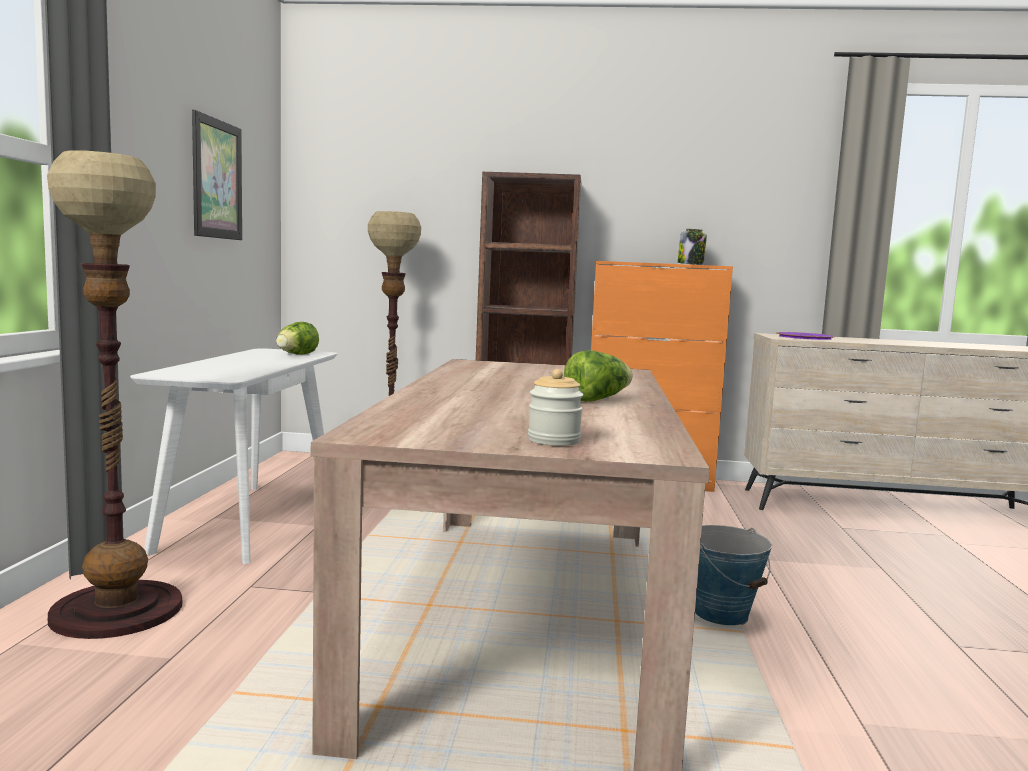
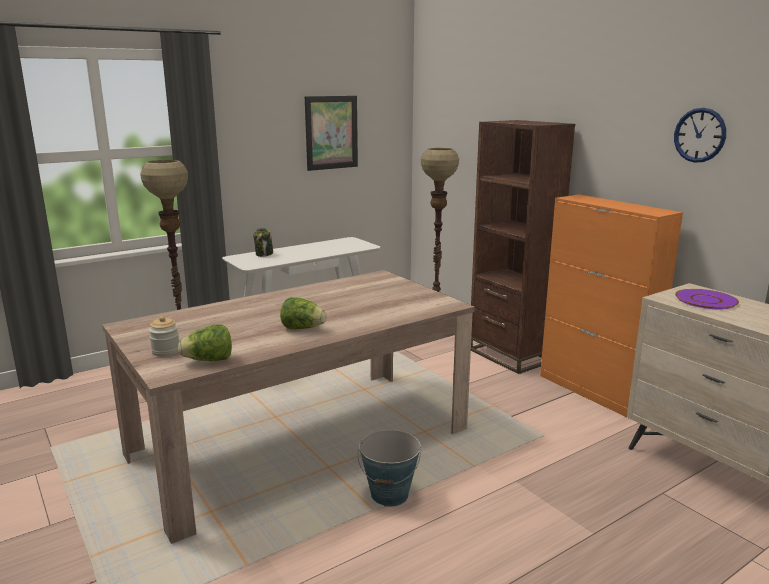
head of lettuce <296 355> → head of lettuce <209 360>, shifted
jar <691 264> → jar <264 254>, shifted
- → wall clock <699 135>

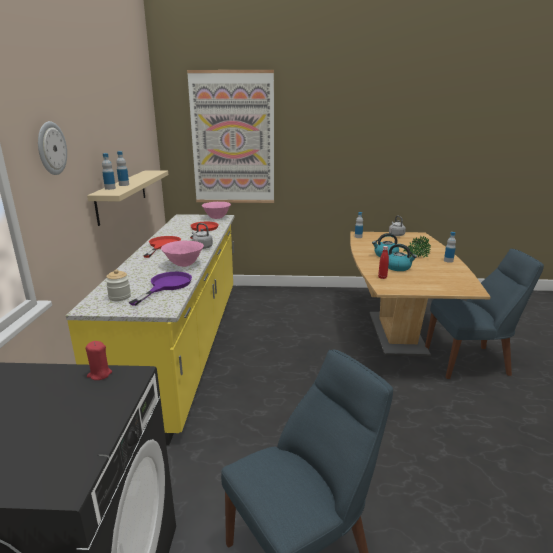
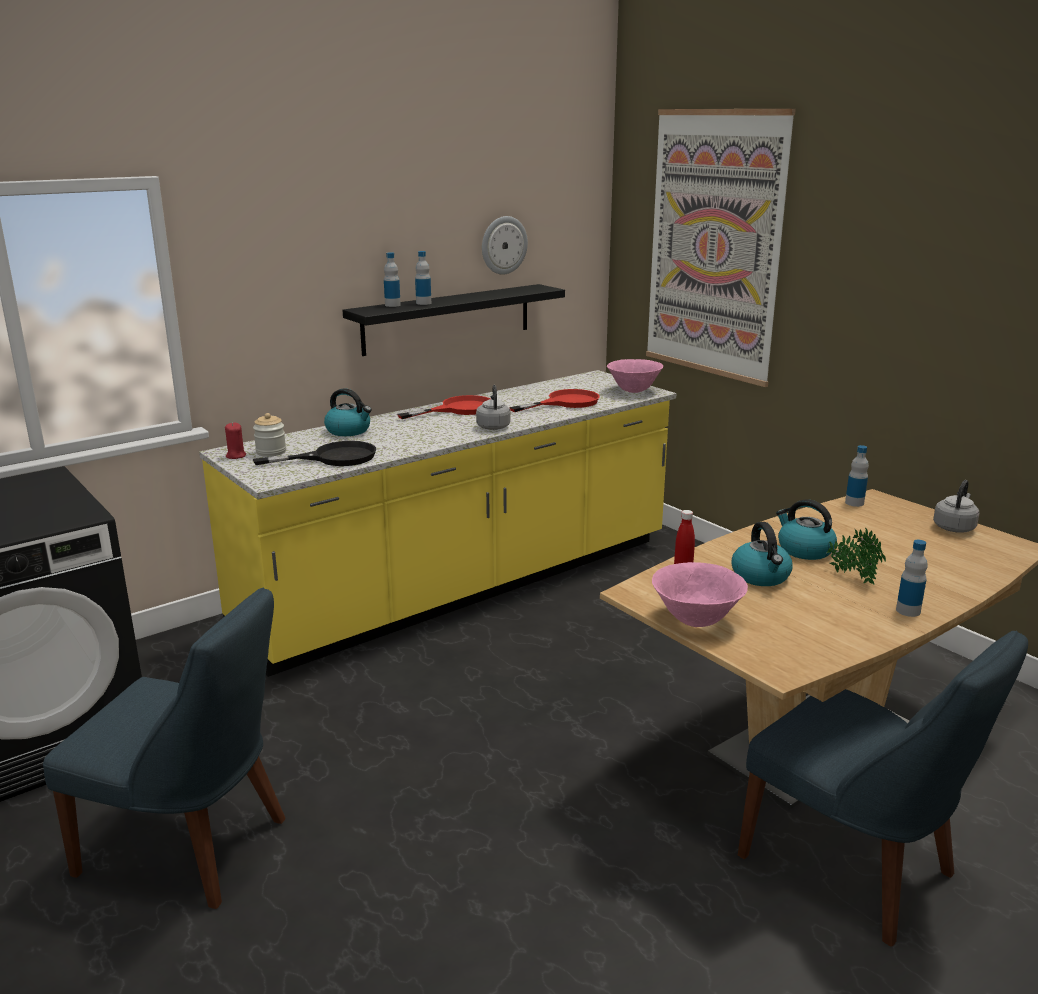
candle in red-coloured <99 374> → candle in red-coloured <235 456>, shifted
frying pan in purplish <166 286> → frying pan in black-coloured <333 458>
- → water kettle <349 431>
wall shelf in beige <122 195> → wall shelf in black-coloured <448 319>
wall clock <51 148> → wall clock <503 245>, shifted
deep dish in pinkish <184 265> → deep dish in pinkish <696 620>, shifted

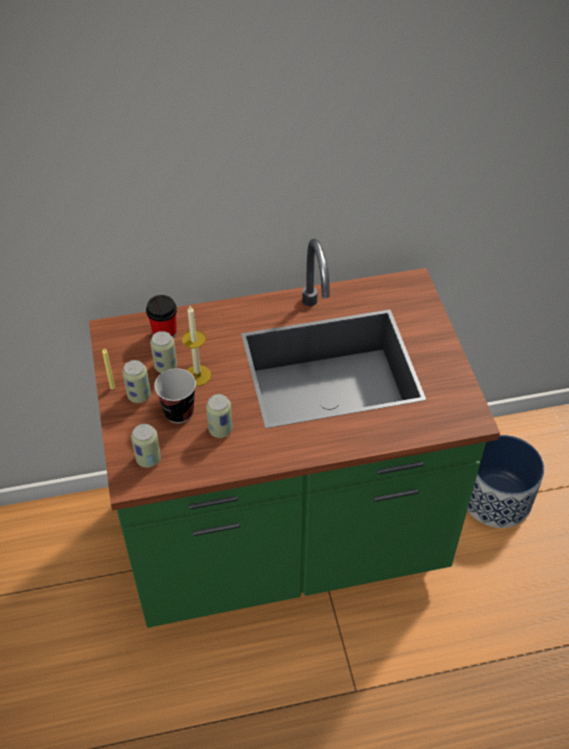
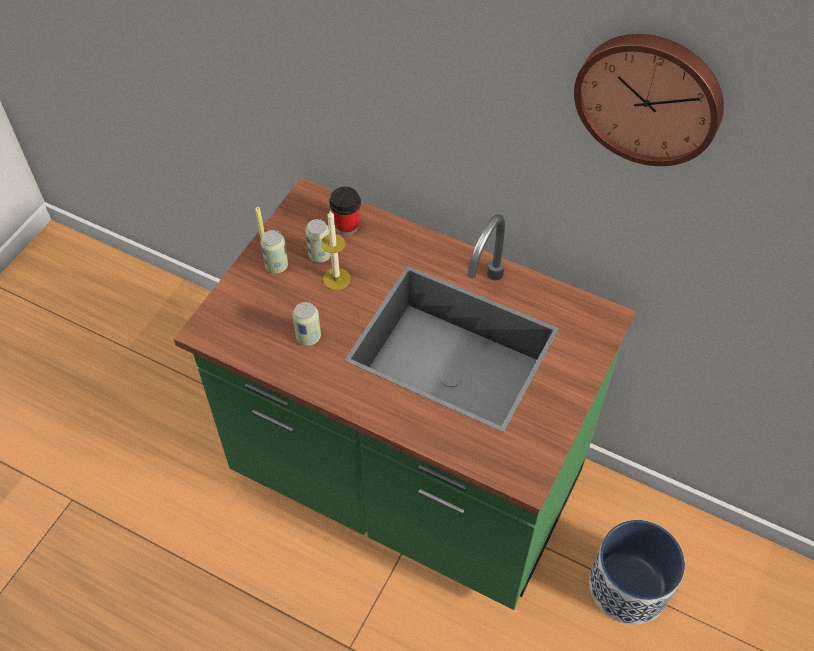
- → wall clock <650 97>
metal can <148 459> → -
cup <179 412> → -

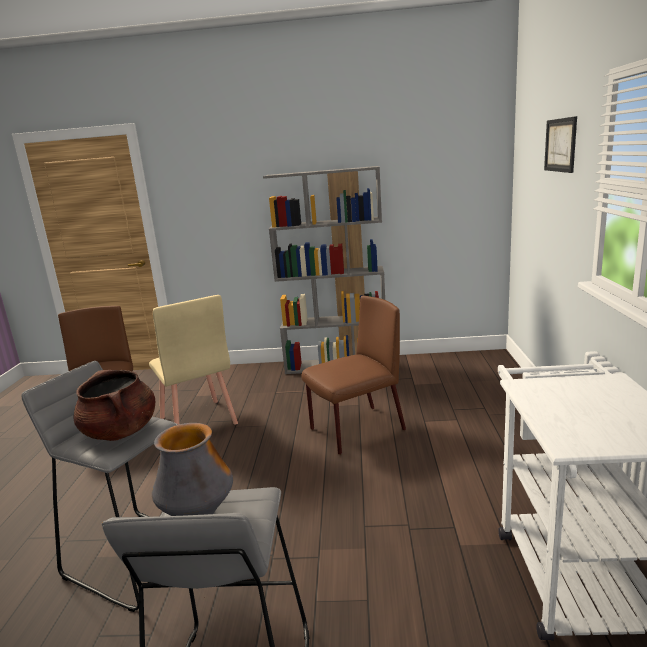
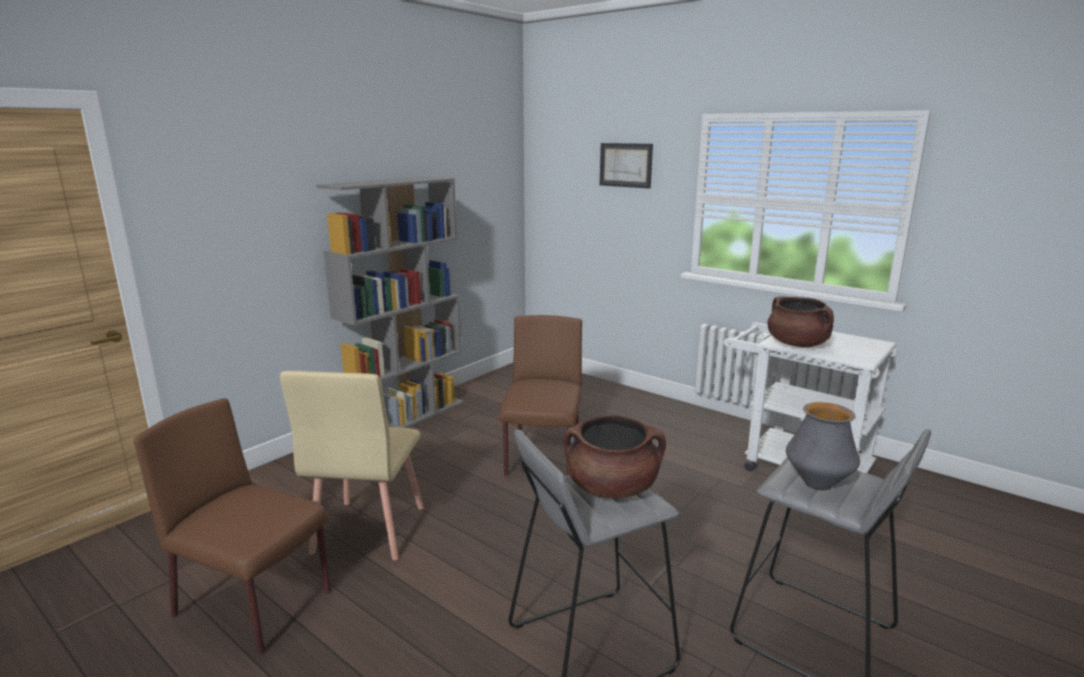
plain chair in beige <198 421> → plain chair in beige <368 529>, 90 degrees clockwise
- → cooking pot in brown-coloured <797 344>

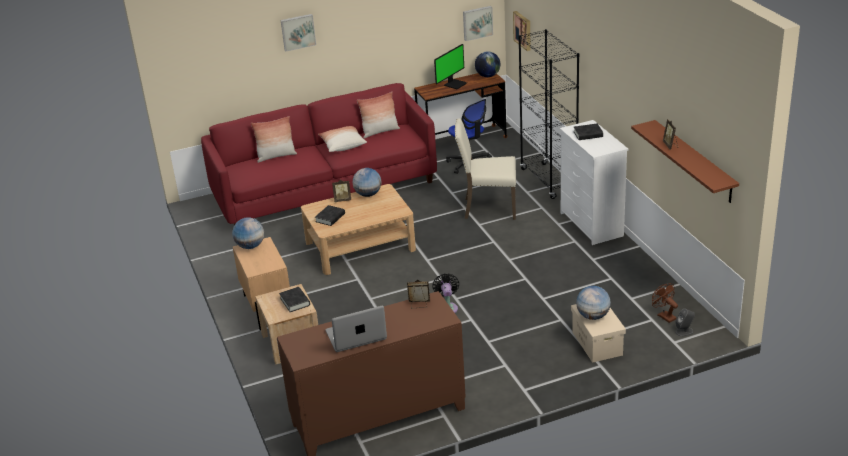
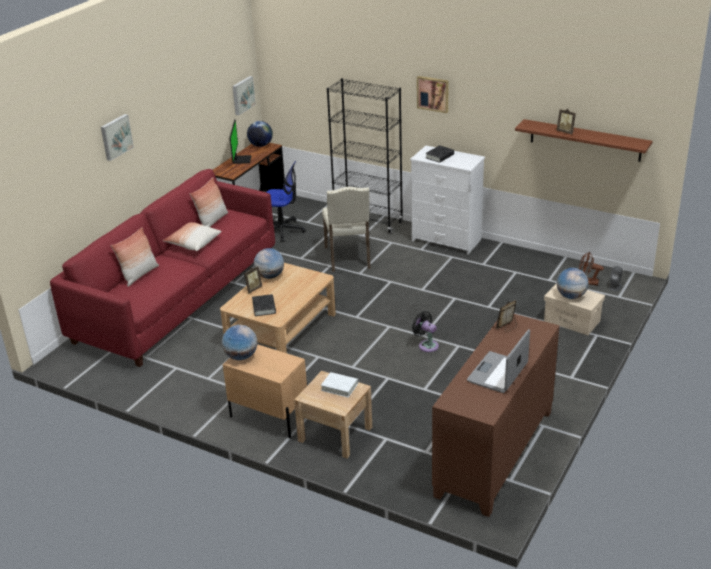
bound book in black-coloured <295 302> → bound book in white-coloured <339 387>
plain chair in beige <488 208> → plain chair in beige <349 258>, 60 degrees counterclockwise
picture <523 30> → picture <433 93>, shifted

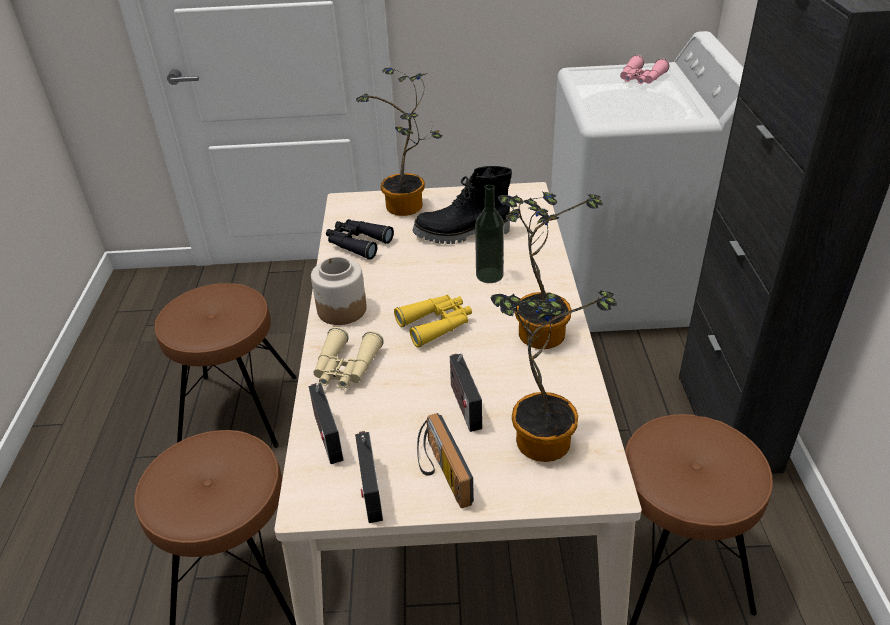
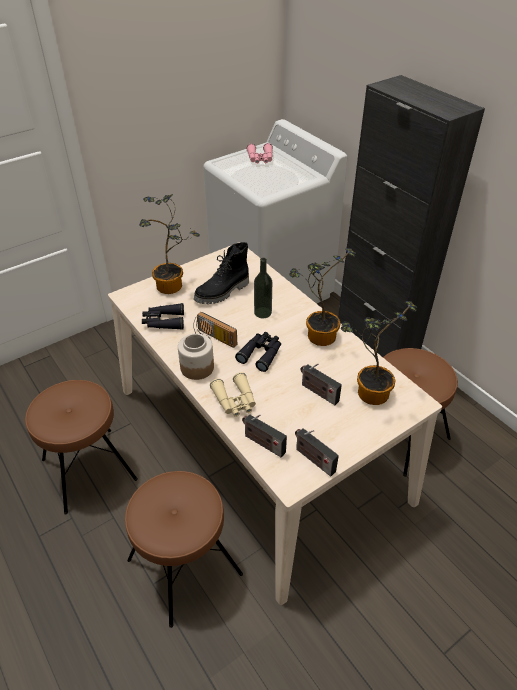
radio receiver <440 473> → radio receiver <213 339>, shifted
field glasses in yellowish <436 324> → field glasses in black-coloured <261 354>

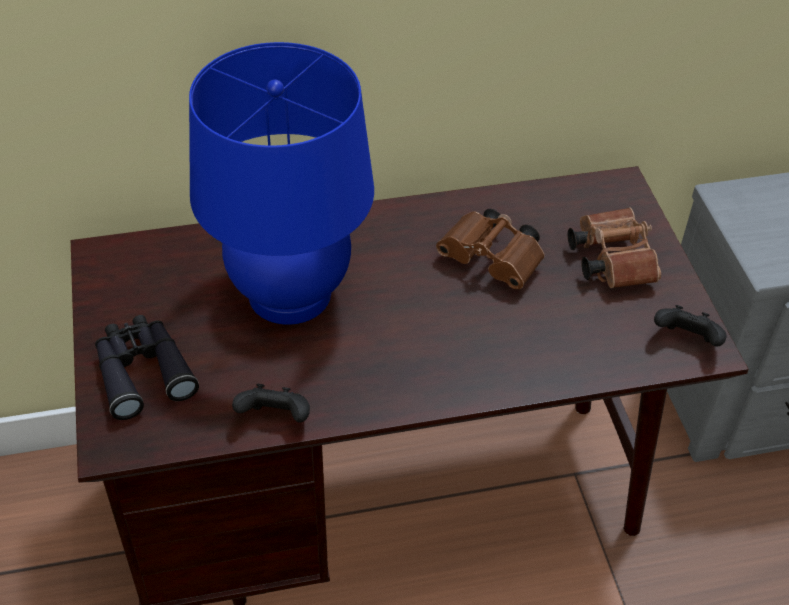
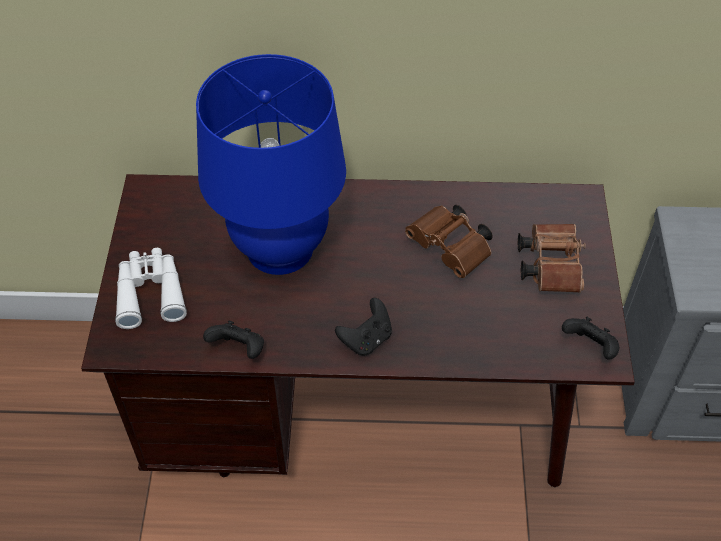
field glasses in black-coloured <142 371> → field glasses in white-coloured <150 292>
- → joypad in black-coloured <366 339>

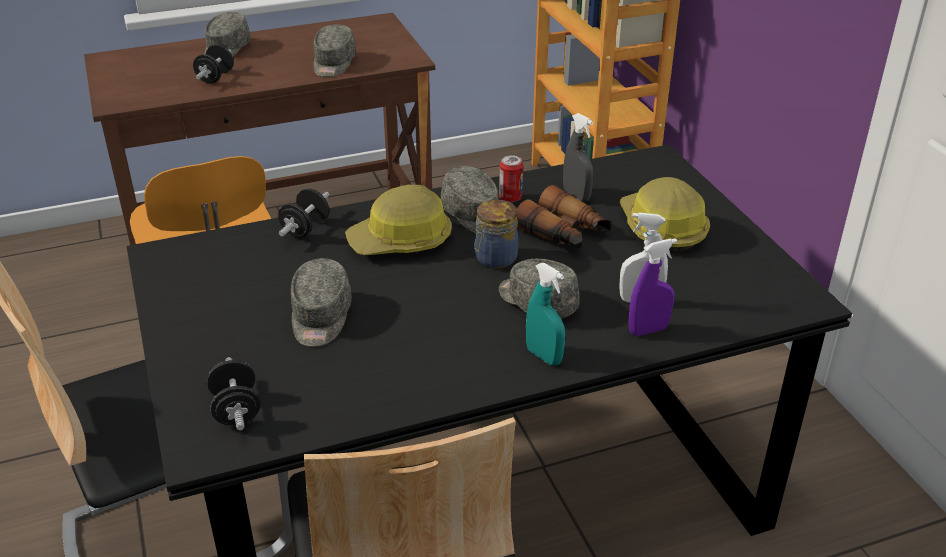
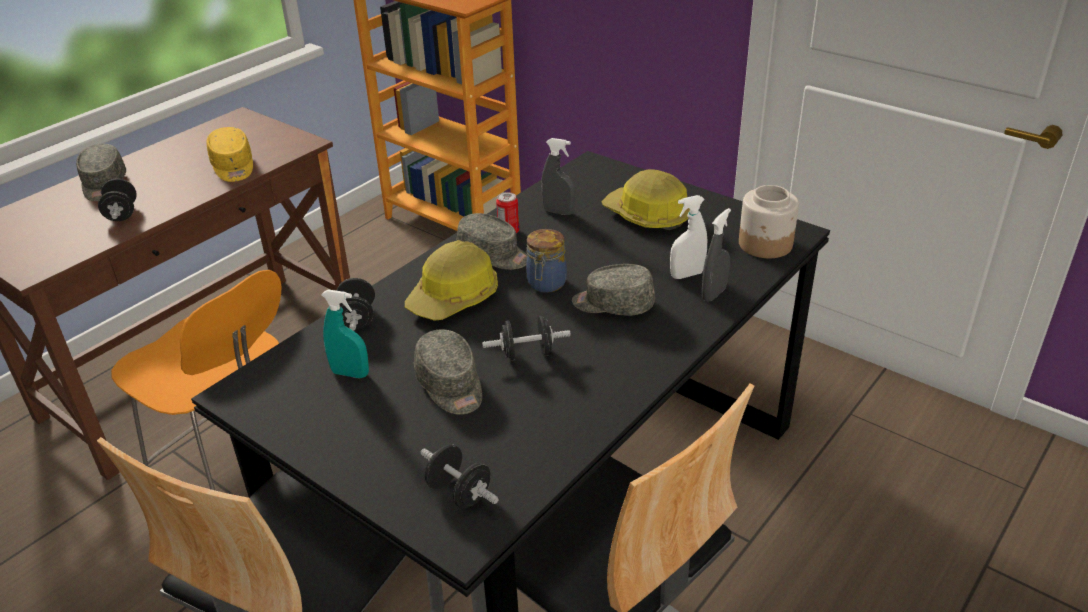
baseball cap in greyish <333 64> → baseball cap in yellowish <233 167>
hand sprayer in blue-green <544 356> → hand sprayer in blue-green <350 373>, shifted
- → hand weight in black-coloured <527 354>
hand sprayer in purplish <648 330> → hand sprayer in greyish <714 294>
- → jar <765 244>
field glasses <564 233> → -

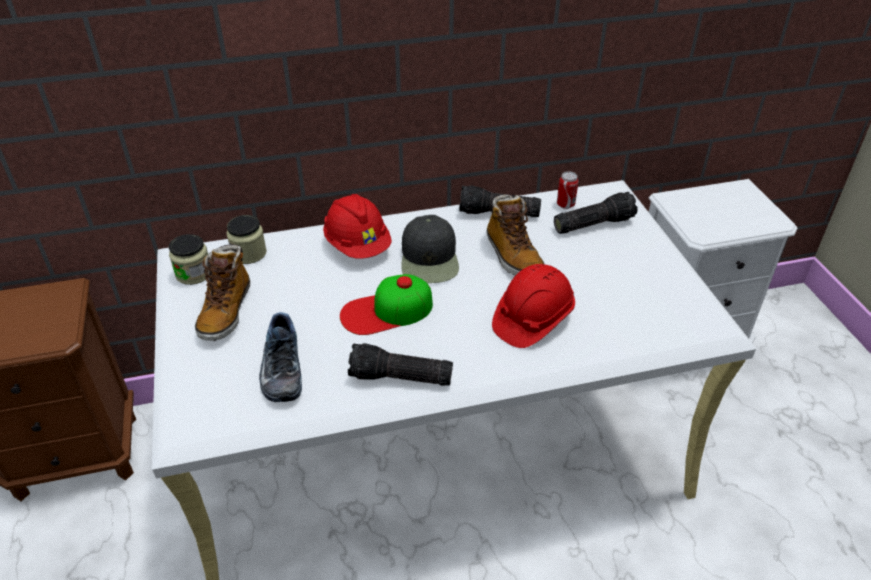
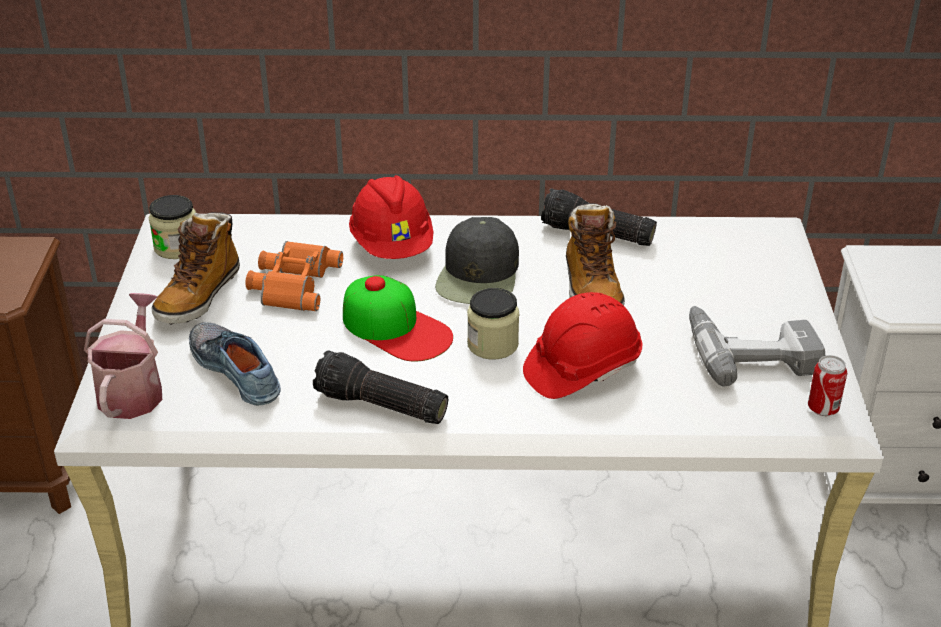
- → watering can <133 390>
low shoe <280 368> → low shoe <238 370>, 135 degrees clockwise
- → field glasses in orange-coloured <292 283>
baseball cap <386 311> → baseball cap <396 327>, 135 degrees counterclockwise
jar <249 253> → jar <492 344>, shifted
- → power drill <750 351>
metal can <565 204> → metal can <823 408>, shifted
hand torch <593 223> → -

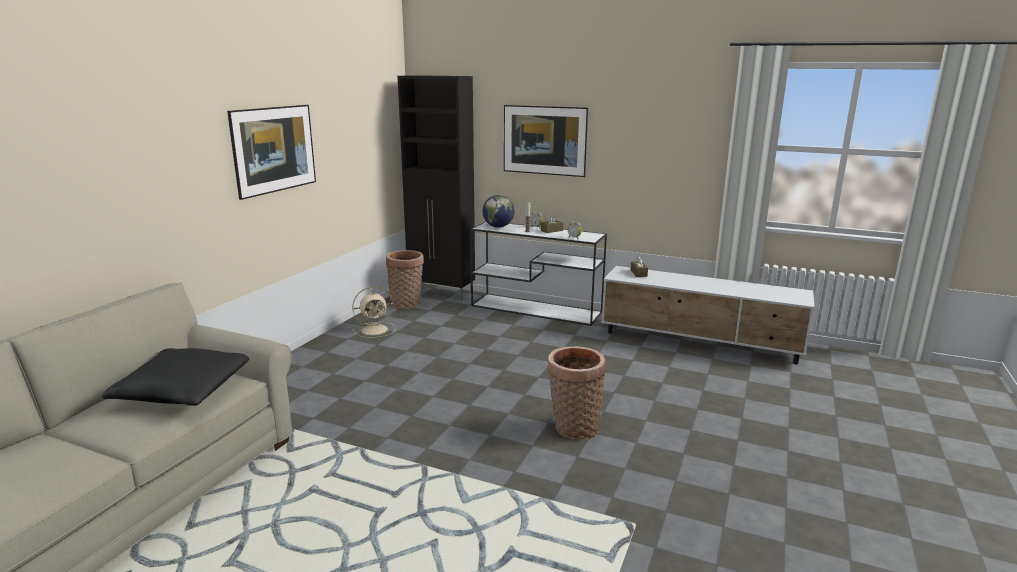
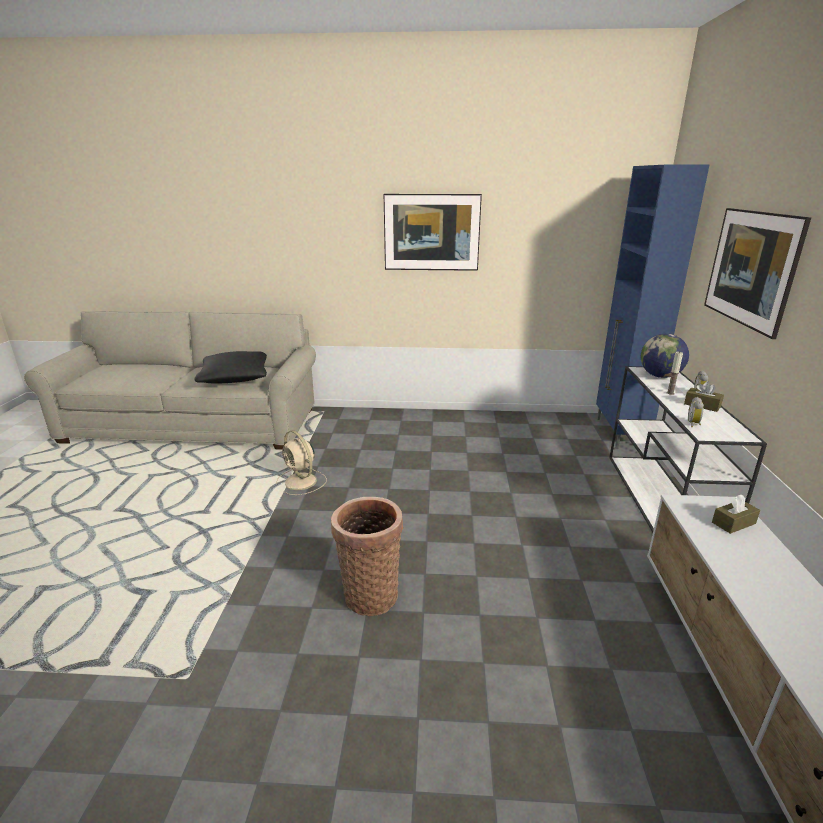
fan in beige <376 330> → fan in beige <301 482>, shifted
cabinet in black-coloured <442 293> → cabinet in blue <619 434>
basket <407 304> → -

